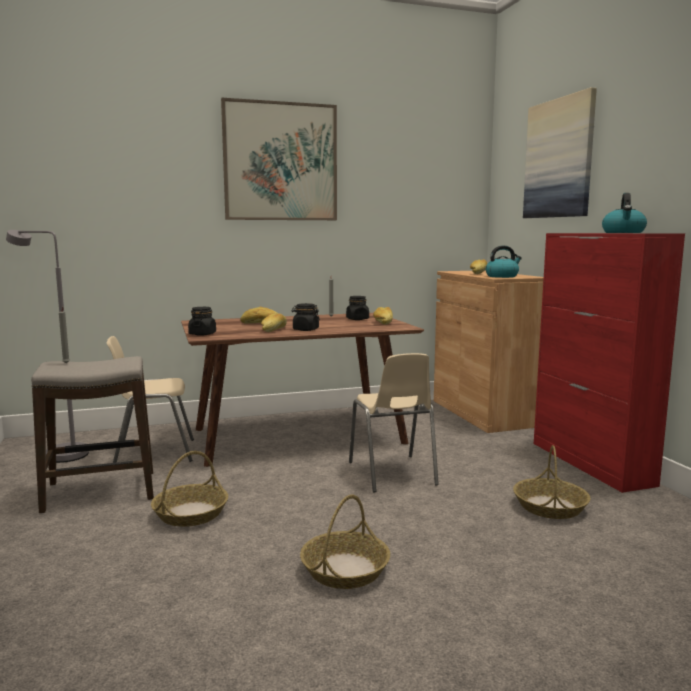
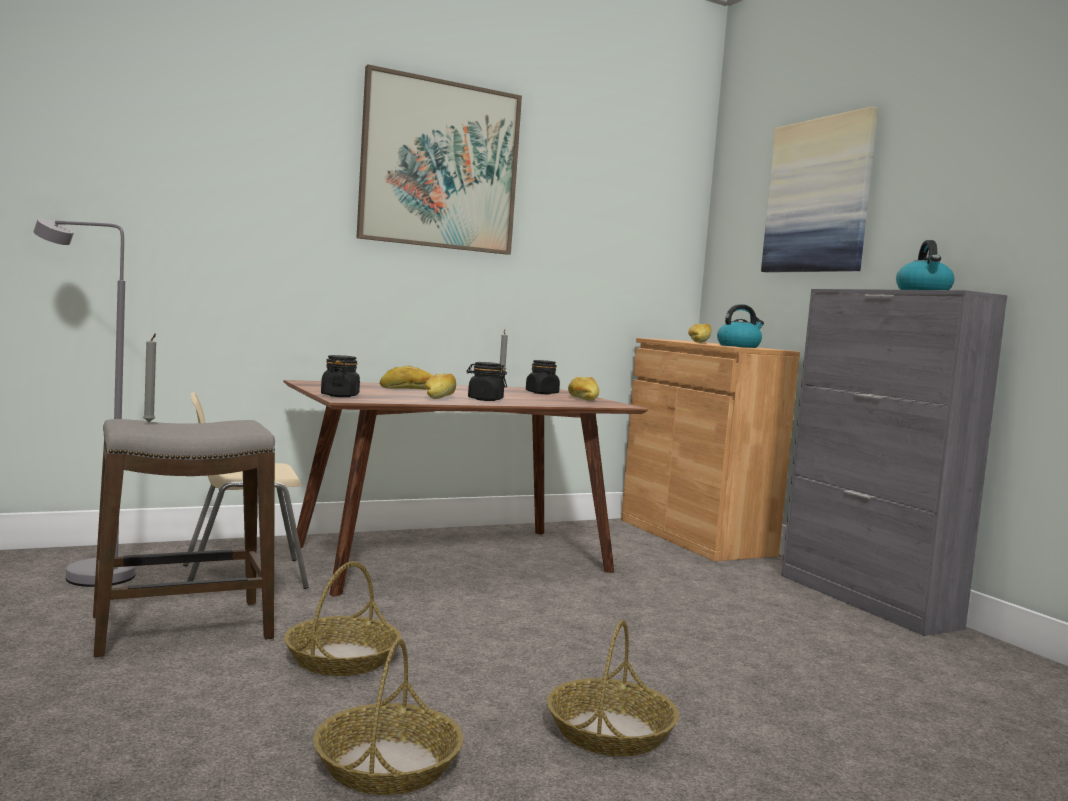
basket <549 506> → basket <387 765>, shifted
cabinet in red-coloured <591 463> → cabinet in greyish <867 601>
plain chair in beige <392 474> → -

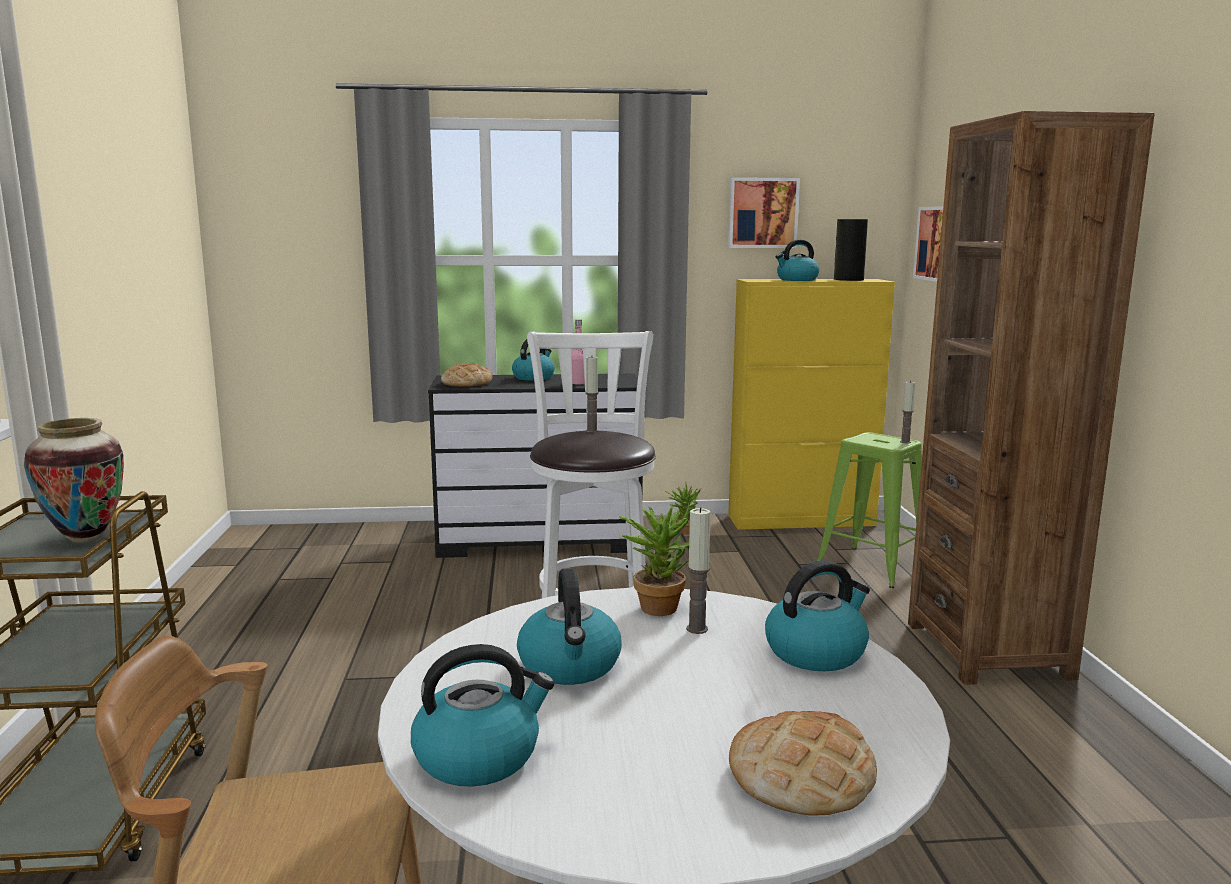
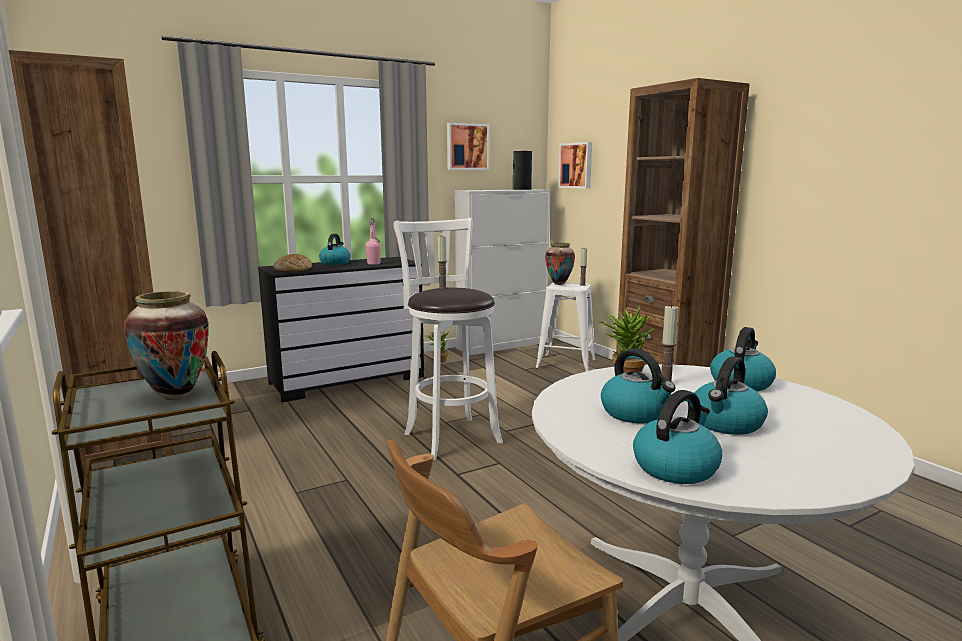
- → bookcase in brown-coloured <126 448>
cabinet in yellowish <802 520> → cabinet in white-coloured <502 345>
stool in greenish <871 566> → stool in white-coloured <565 364>
- → flower vase <559 284>
water kettle <796 280> → water kettle <726 424>, shifted
bakery bread <802 775> → -

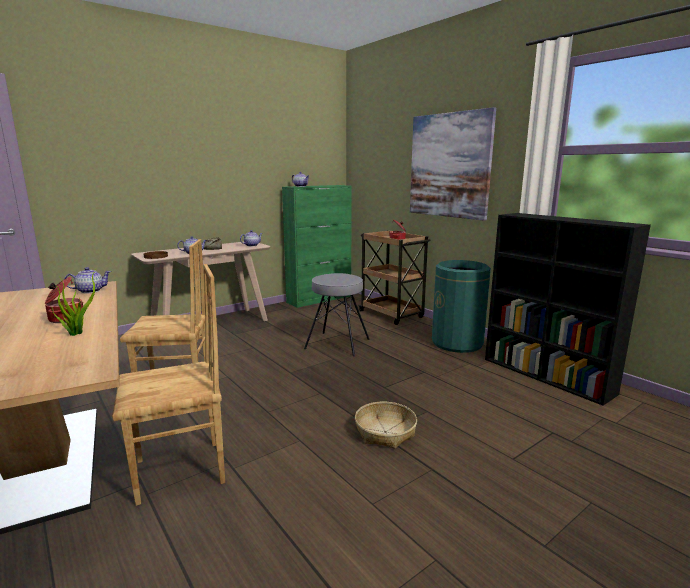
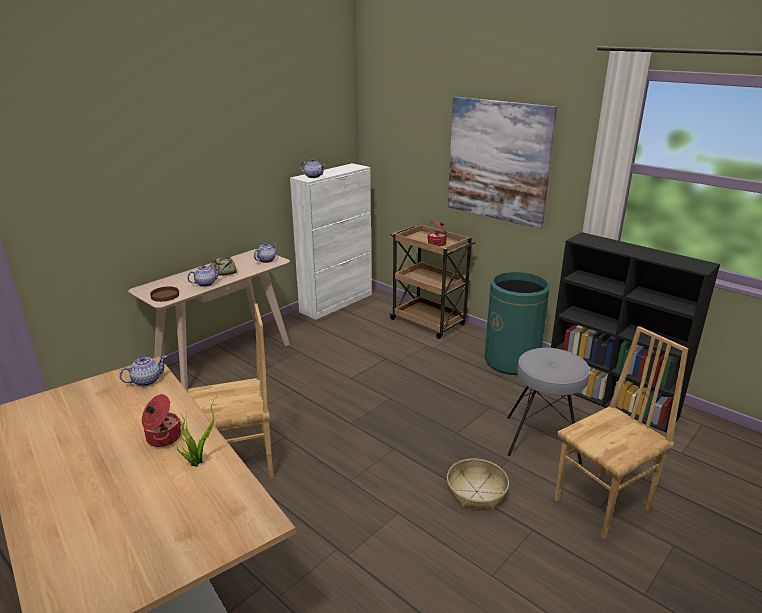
cabinet in greenish <320 299> → cabinet in white-coloured <337 303>
stool in greyish <337 344> → stool in greyish <542 439>, shifted
plain chair in brown-coloured <181 472> → plain chair in brown-coloured <603 505>, shifted

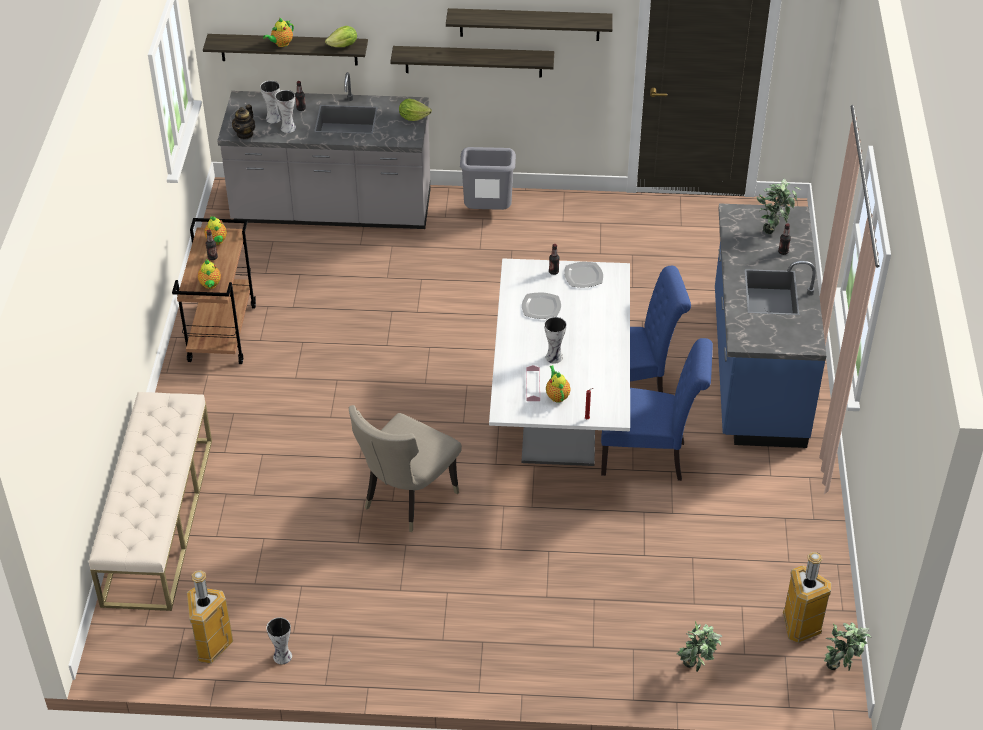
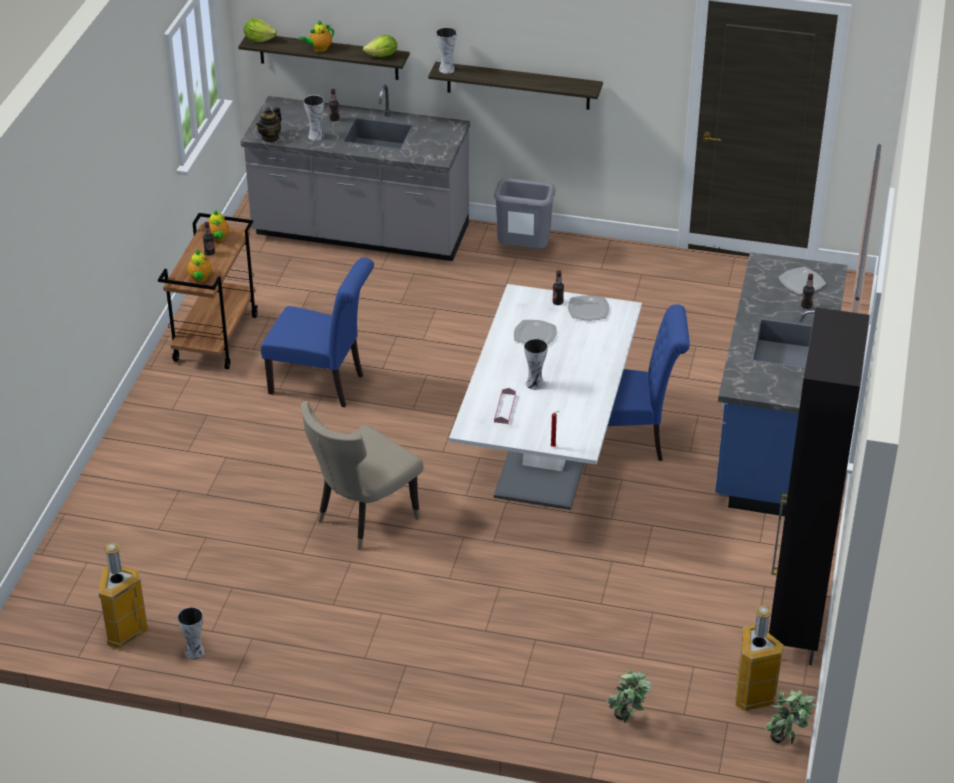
head of lettuce <413 117> → head of lettuce <259 39>, shifted
plain chair in blue <649 458> → plain chair in blue <322 385>, shifted
flower vase <273 118> → flower vase <446 69>, shifted
- → cabinet in black-coloured <794 627>
houseplant <773 229> → dinner plate <802 282>
indoor bench in beige <158 520> → -
wall shelf <529 24> → -
pot for tea <557 395> → -

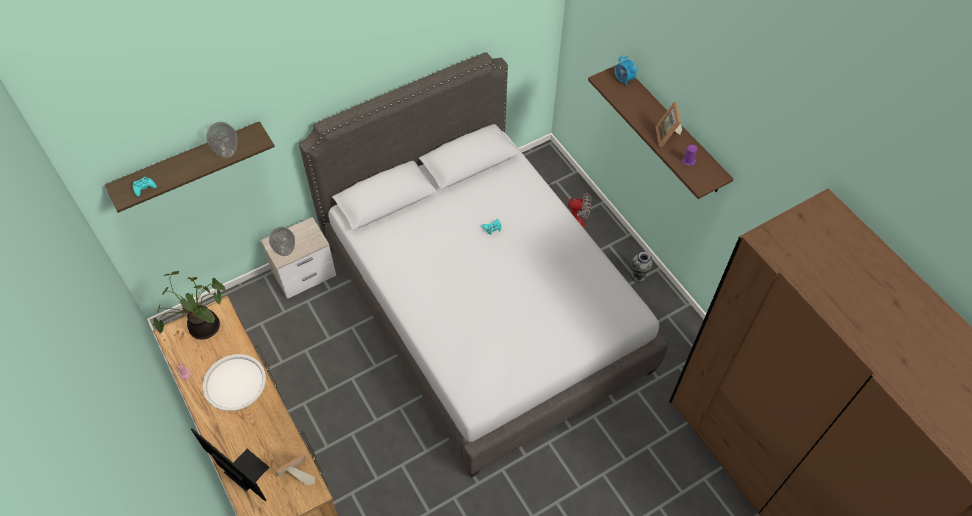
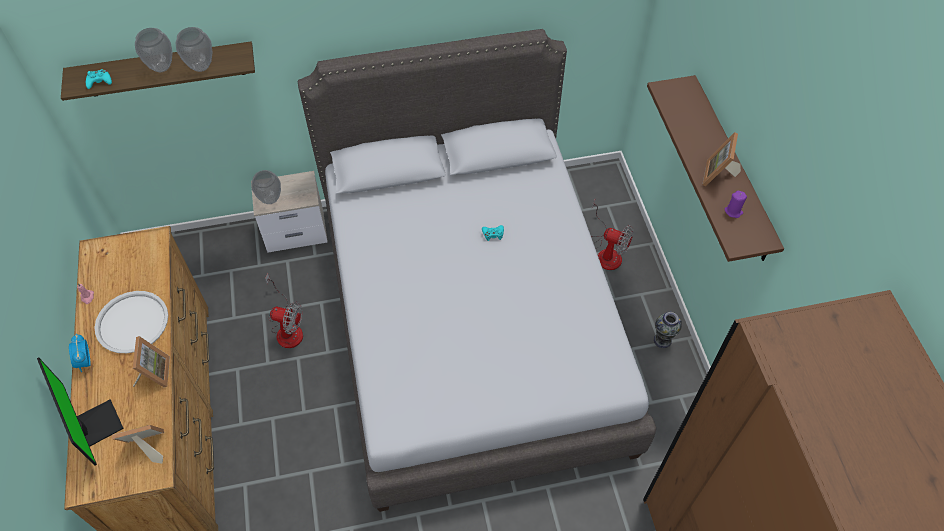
alarm clock <623 79> → alarm clock <85 361>, shifted
- → photo frame <154 373>
- → flower vase <162 67>
- → fan <287 328>
houseplant <203 330> → -

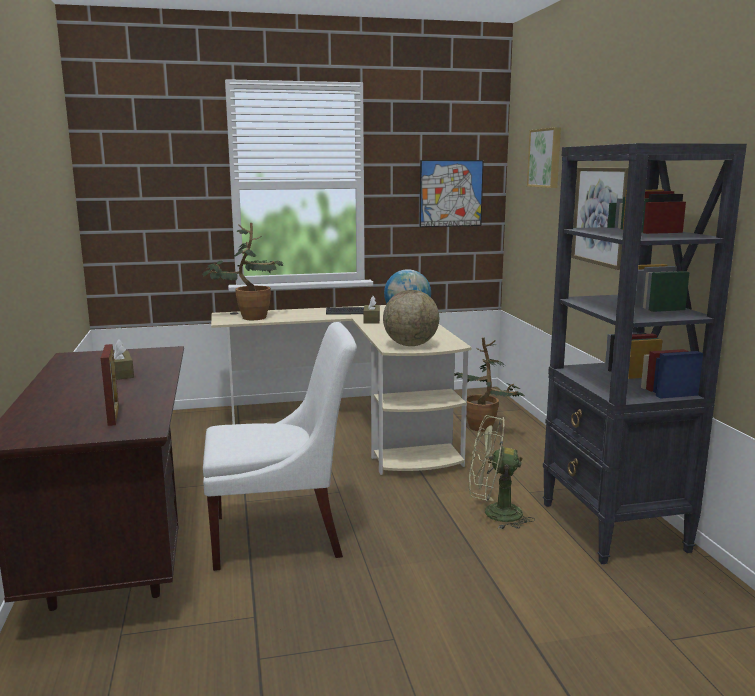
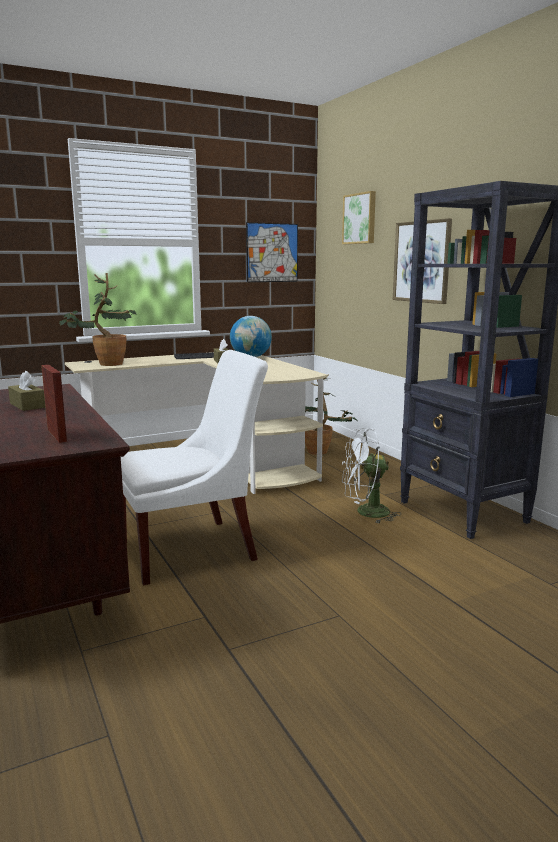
fan in greenish <494 514> → fan in white-coloured <366 513>
world globe <410 345> → -

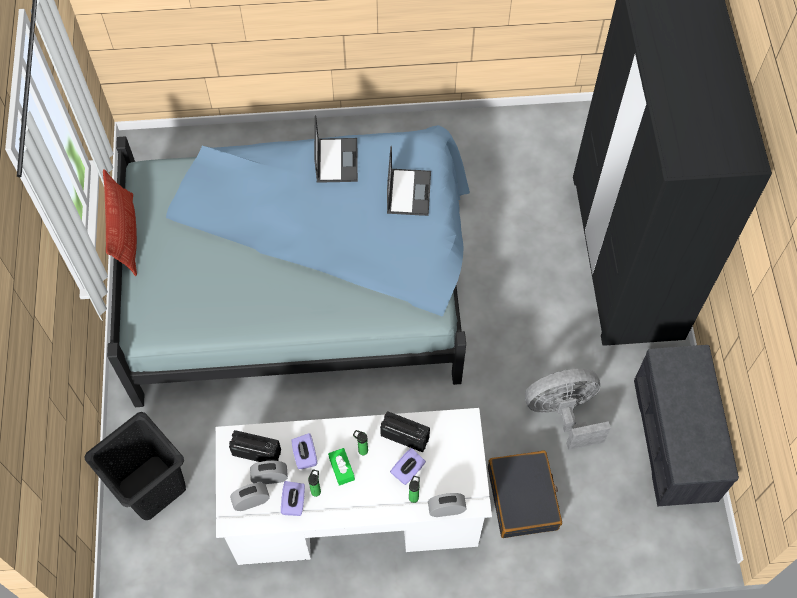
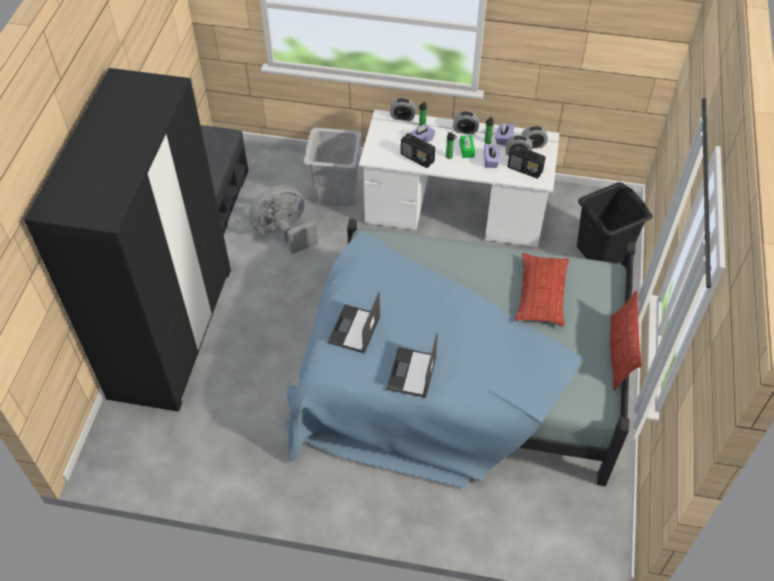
fan in greyish <563 414> → fan in greyish <284 233>, 150 degrees clockwise
suitcase in black-coloured <523 498> → hamper in greyish <336 192>
- → alarm clock <465 130>
- → pillow <541 293>

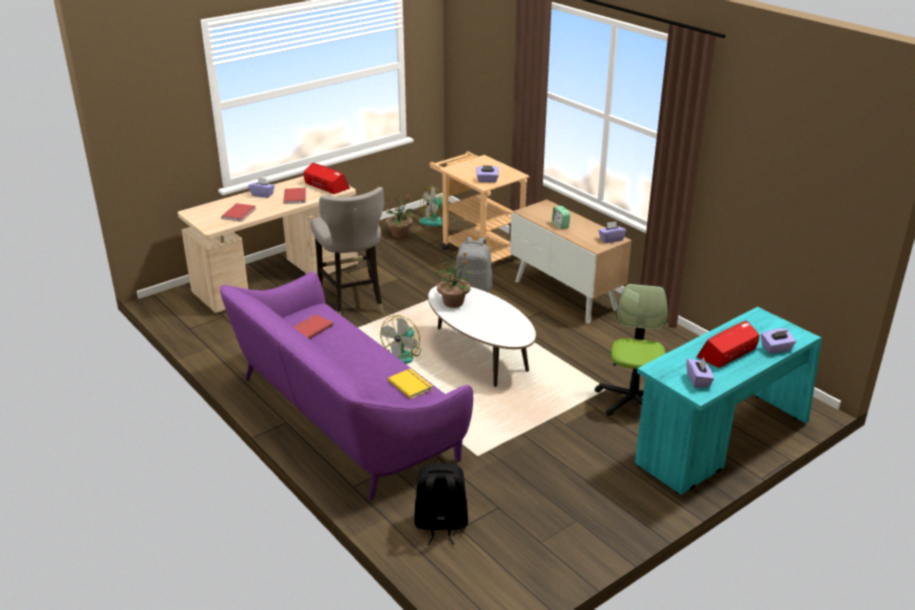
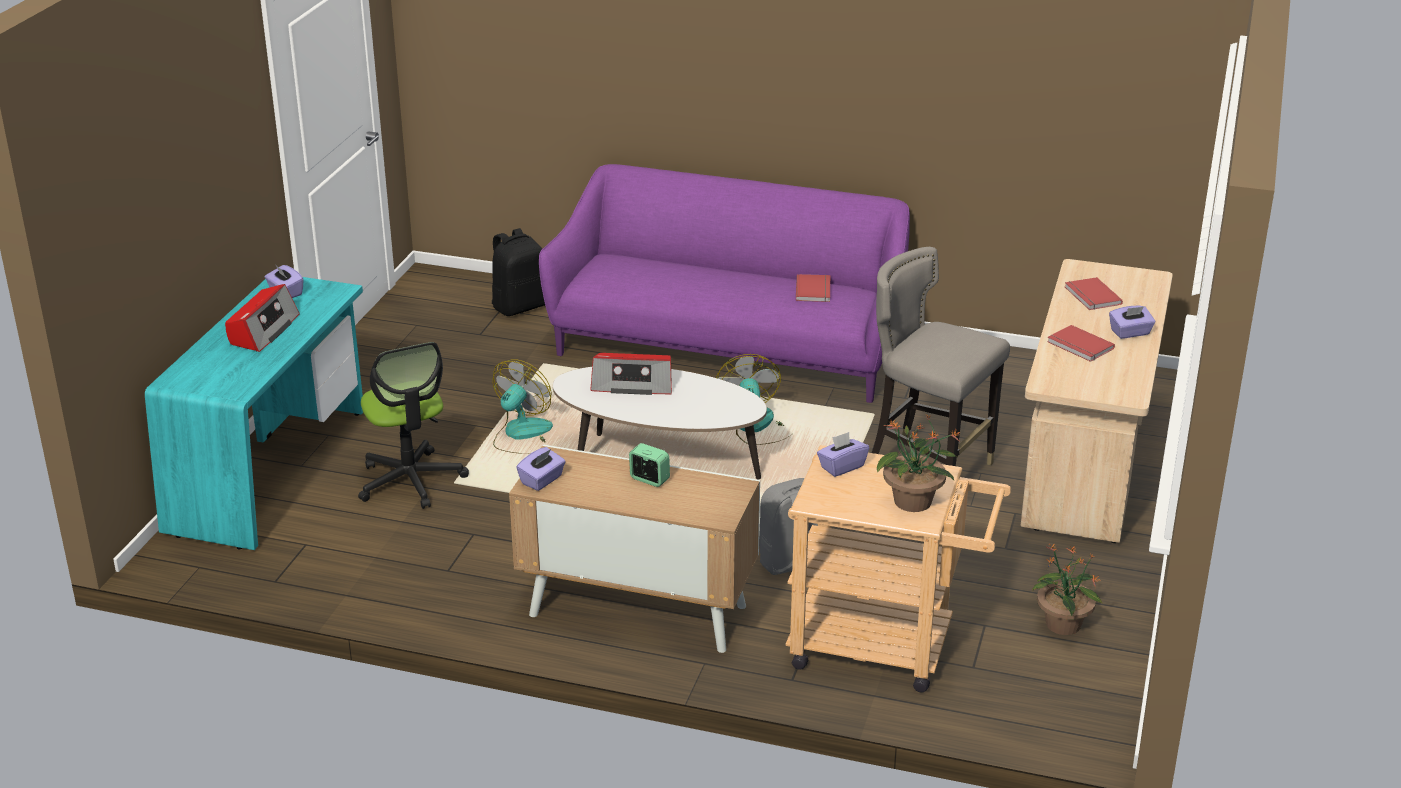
fan <437 221> → fan <521 435>, shifted
radio receiver <326 186> → radio receiver <633 384>, shifted
houseplant <453 302> → houseplant <913 502>, shifted
bound book in yellowish <411 384> → -
box of tissues in purplish <776 349> → -

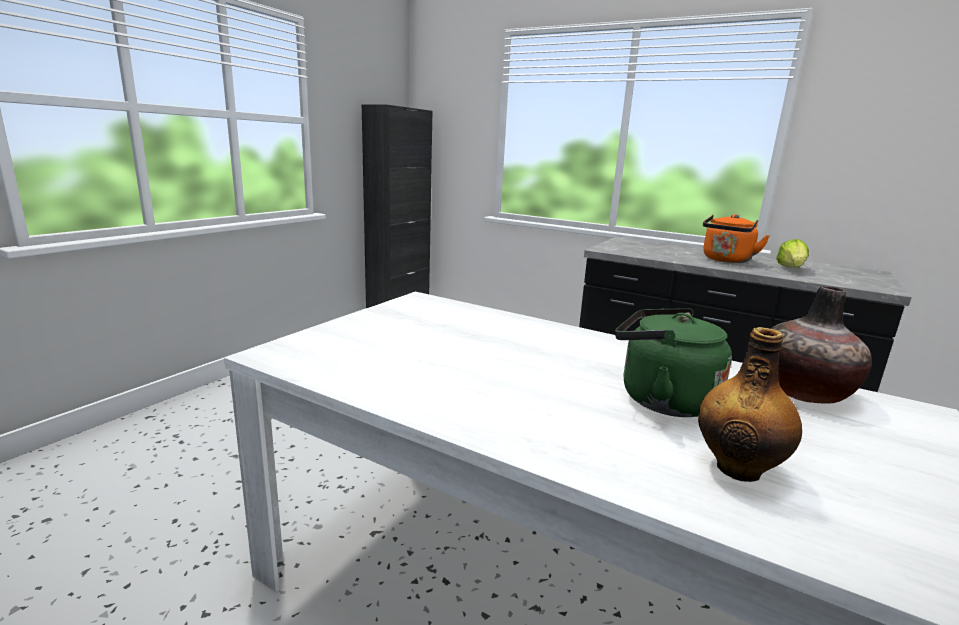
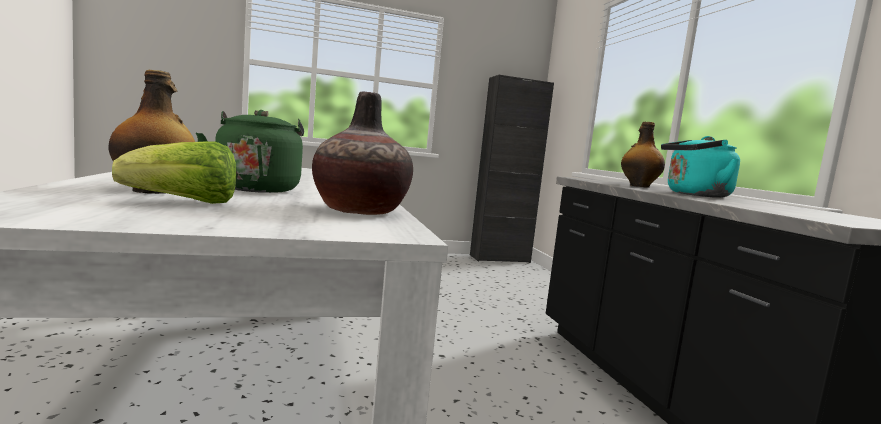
head of lettuce <791 269> → head of lettuce <185 202>, shifted
- → beverage bottle <638 186>
water kettle in orange-coloured <726 260> → water kettle in blue-green <694 195>

